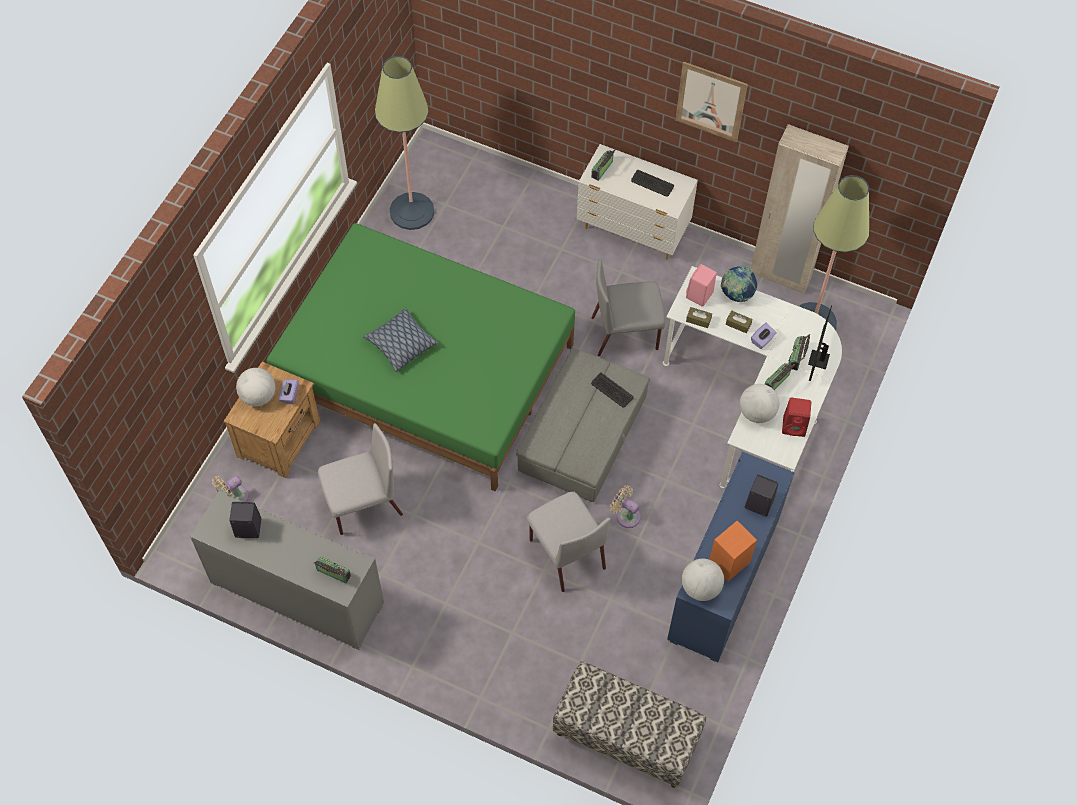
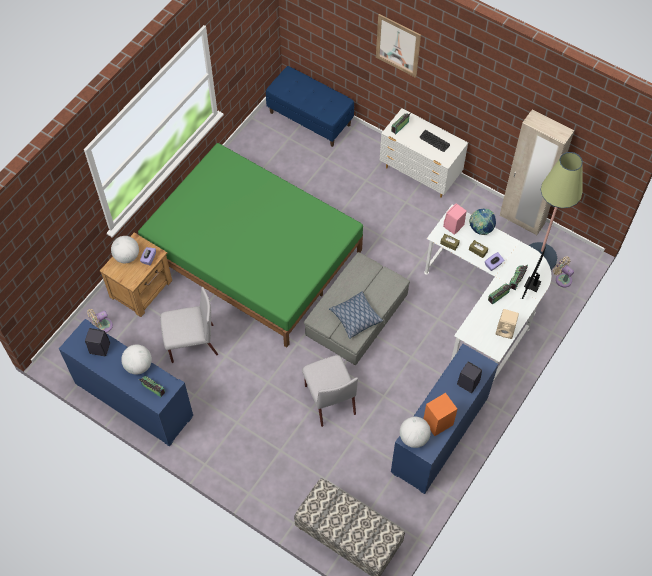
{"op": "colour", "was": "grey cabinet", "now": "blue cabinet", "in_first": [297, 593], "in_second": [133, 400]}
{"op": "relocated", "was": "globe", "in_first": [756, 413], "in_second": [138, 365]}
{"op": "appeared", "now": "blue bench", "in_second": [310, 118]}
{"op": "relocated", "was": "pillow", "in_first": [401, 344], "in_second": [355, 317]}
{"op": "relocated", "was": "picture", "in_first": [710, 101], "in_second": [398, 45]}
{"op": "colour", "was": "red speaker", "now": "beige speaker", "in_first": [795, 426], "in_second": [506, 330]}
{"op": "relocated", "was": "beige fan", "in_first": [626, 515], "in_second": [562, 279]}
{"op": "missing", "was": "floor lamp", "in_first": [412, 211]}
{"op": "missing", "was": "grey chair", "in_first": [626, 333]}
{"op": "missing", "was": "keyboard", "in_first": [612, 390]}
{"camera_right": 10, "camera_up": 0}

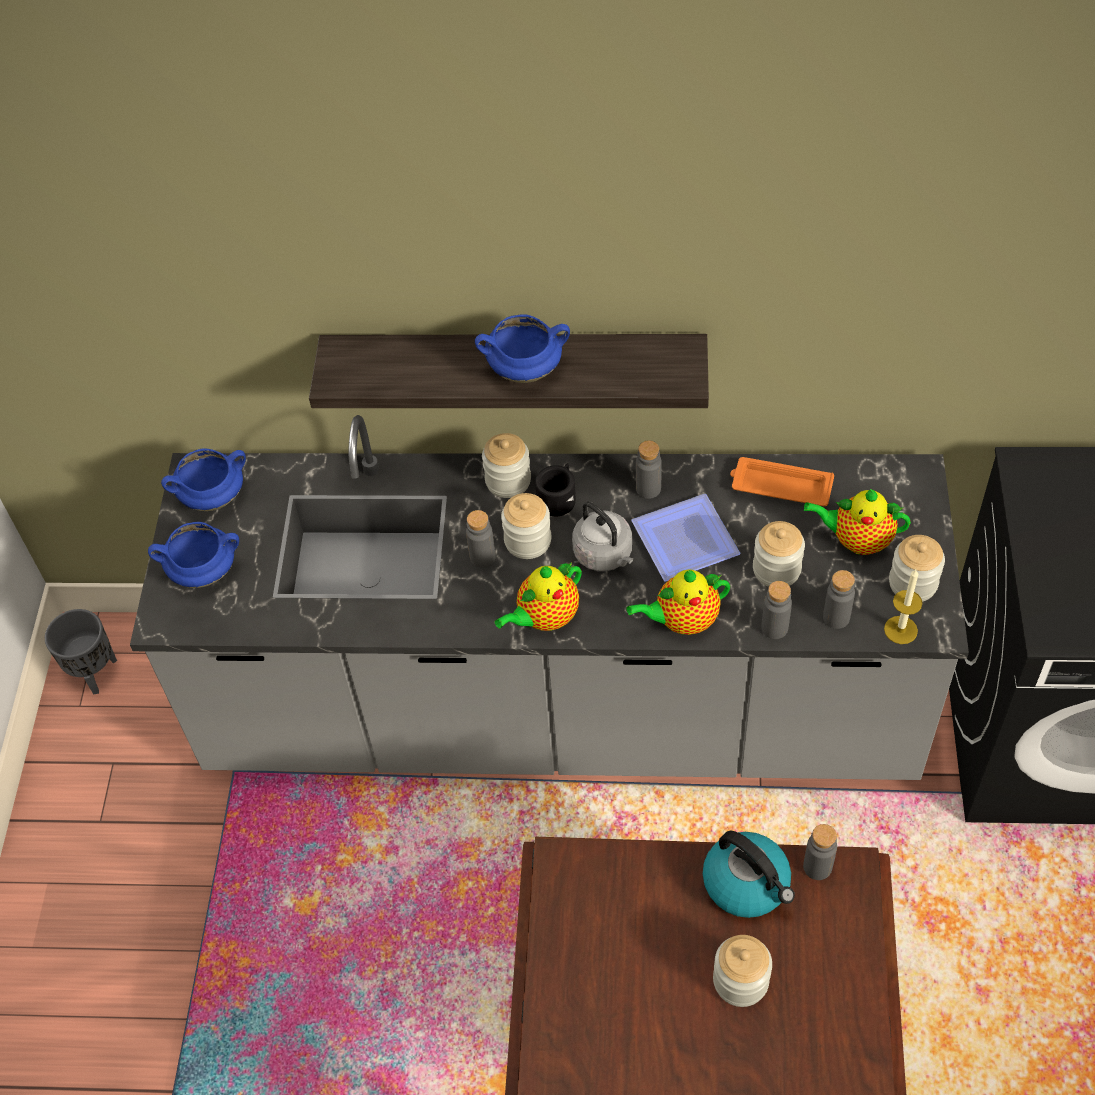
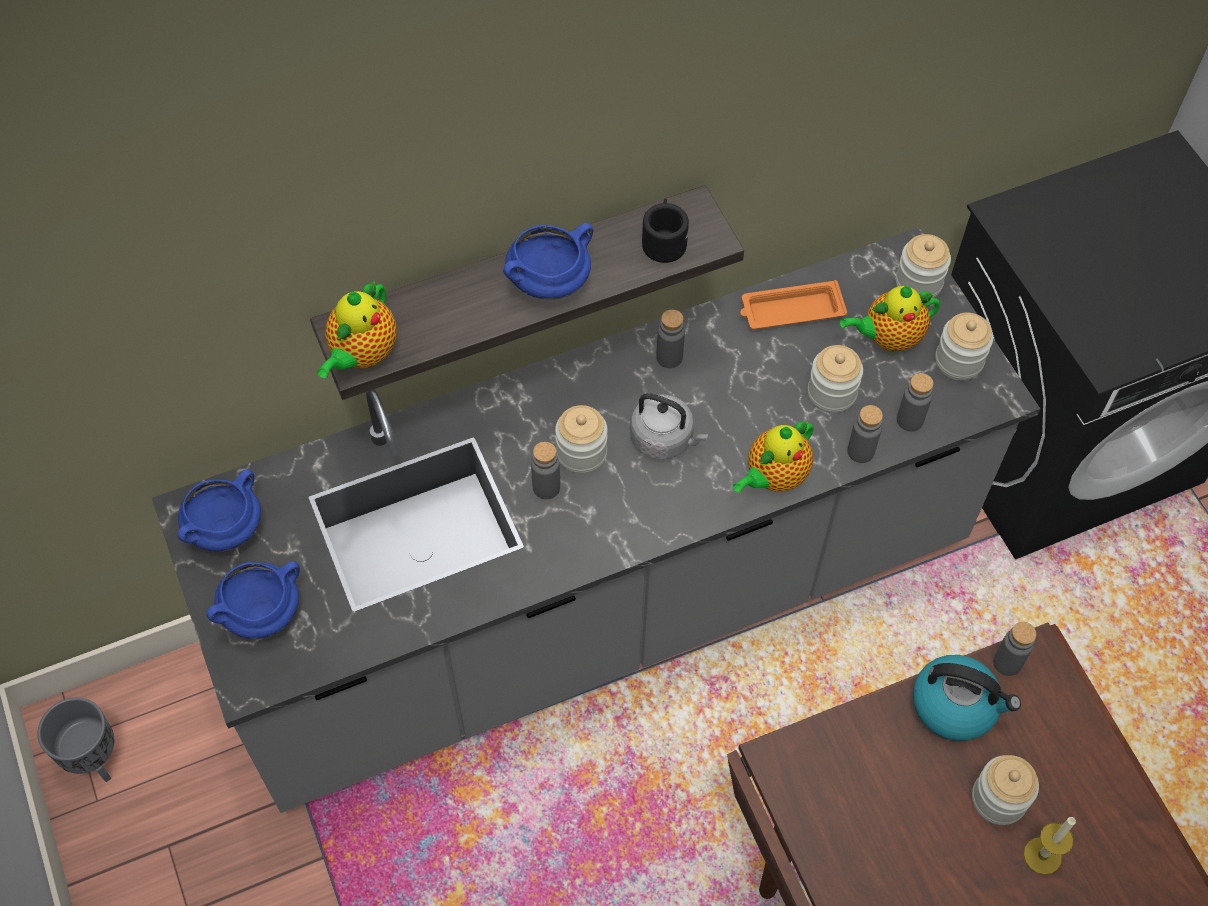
{"op": "relocated", "was": "teapot", "in_first": [545, 618], "in_second": [362, 355]}
{"op": "relocated", "was": "black mug", "in_first": [558, 498], "in_second": [664, 241]}
{"op": "relocated", "was": "jar", "in_first": [508, 480], "in_second": [918, 283]}
{"op": "relocated", "was": "candle", "in_first": [900, 630], "in_second": [1042, 855]}
{"op": "missing", "was": "plate", "in_first": [689, 541]}
{"camera_right": -30, "camera_up": 5}

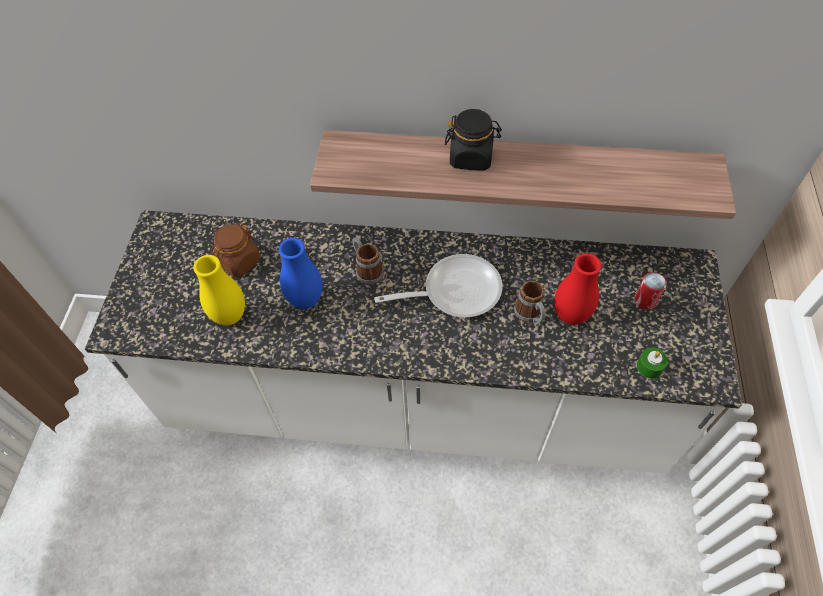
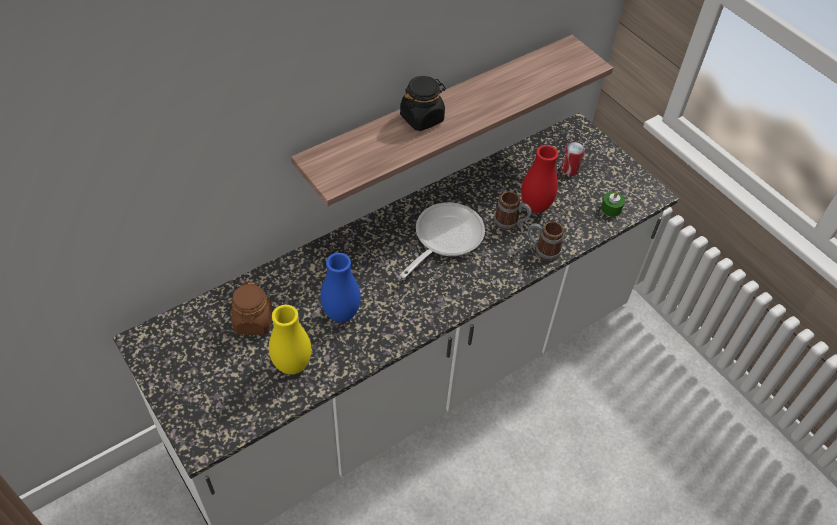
{"op": "relocated", "was": "mug", "in_first": [366, 270], "in_second": [542, 250]}
{"camera_right": -45, "camera_up": -5}

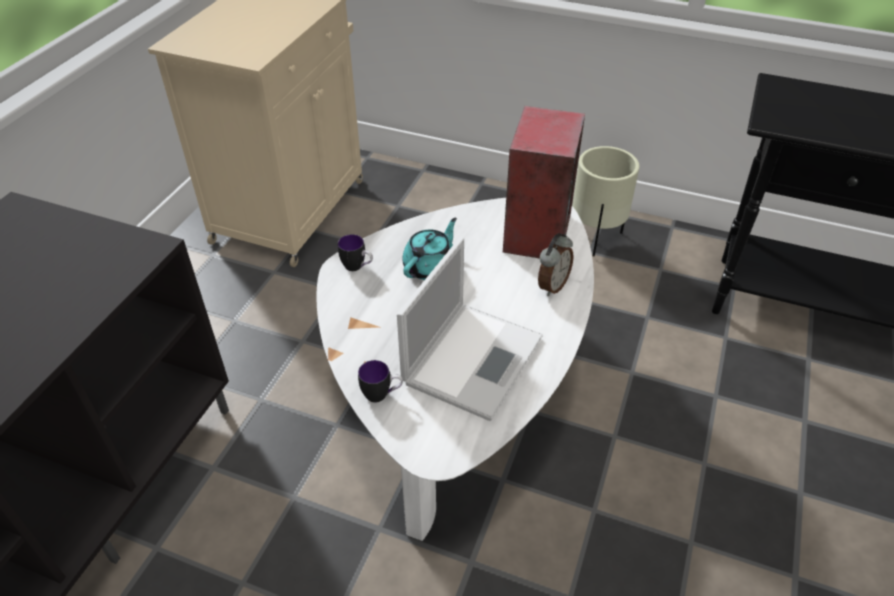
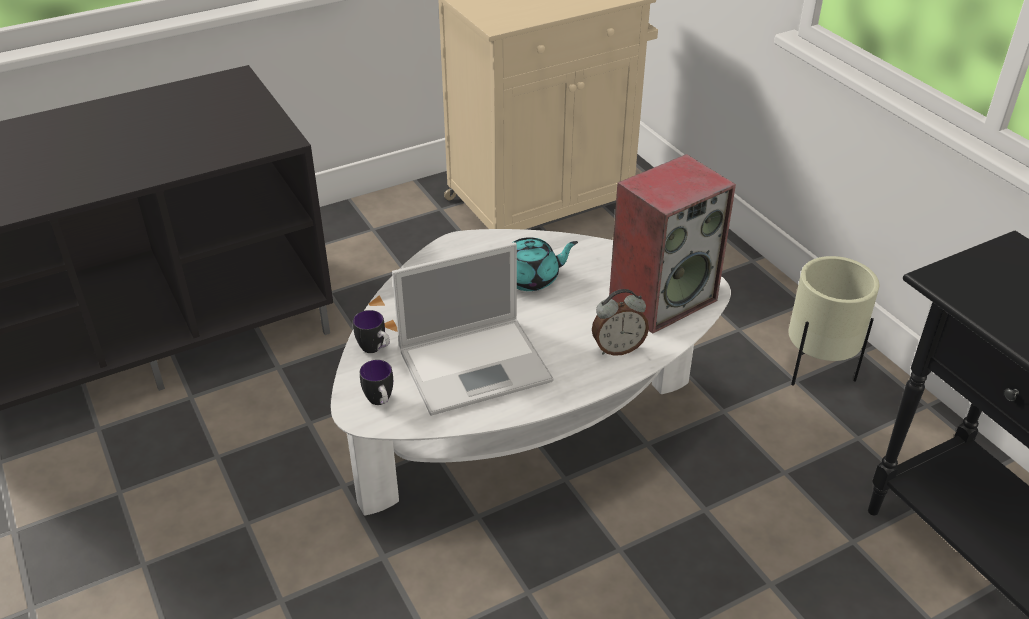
{"op": "relocated", "was": "mug", "in_first": [358, 267], "in_second": [380, 402]}
{"camera_right": 40, "camera_up": -5}

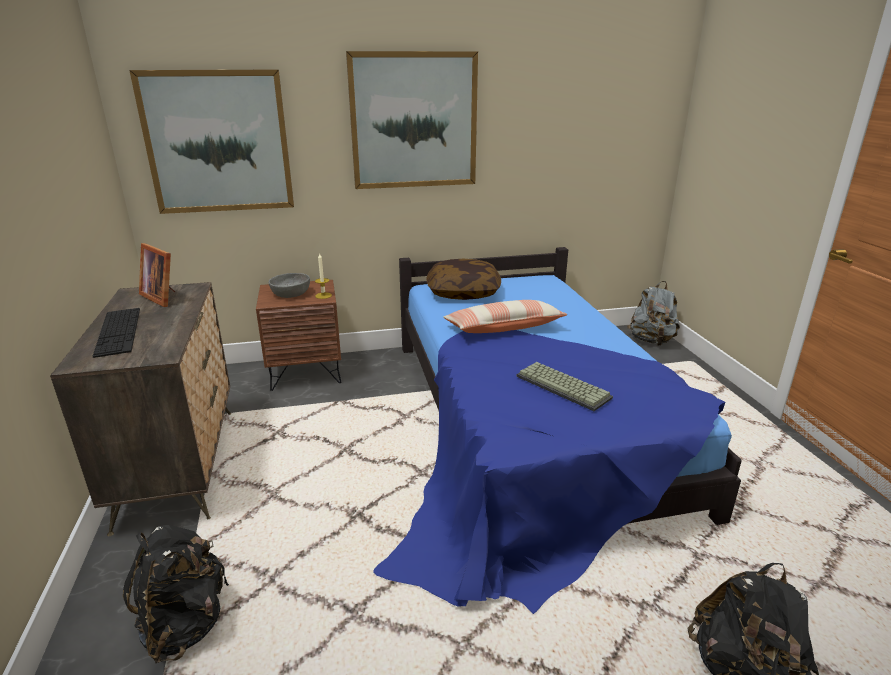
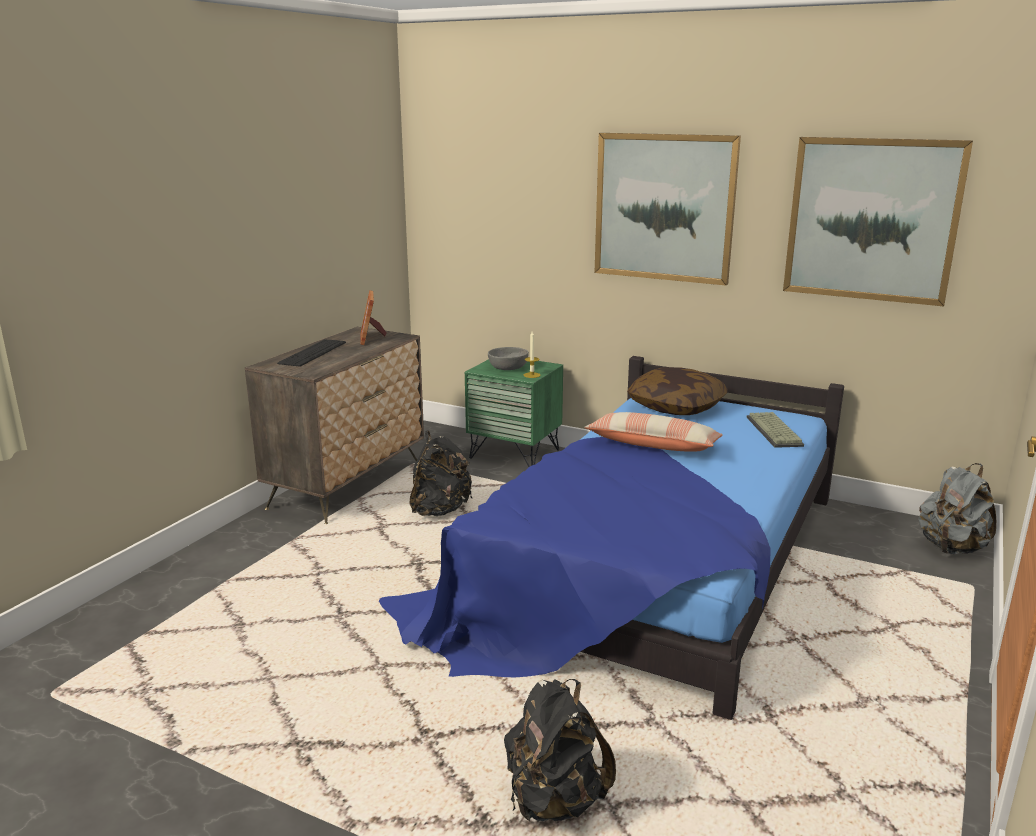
{"op": "relocated", "was": "black backpack", "in_first": [185, 624], "in_second": [440, 510]}
{"op": "colour", "was": "brown nightstand", "now": "green nightstand", "in_first": [306, 372], "in_second": [515, 454]}
{"op": "relocated", "was": "keyboard", "in_first": [564, 387], "in_second": [775, 431]}
{"op": "relocated", "was": "picture", "in_first": [218, 142], "in_second": [872, 220]}
{"camera_right": 40, "camera_up": -5}

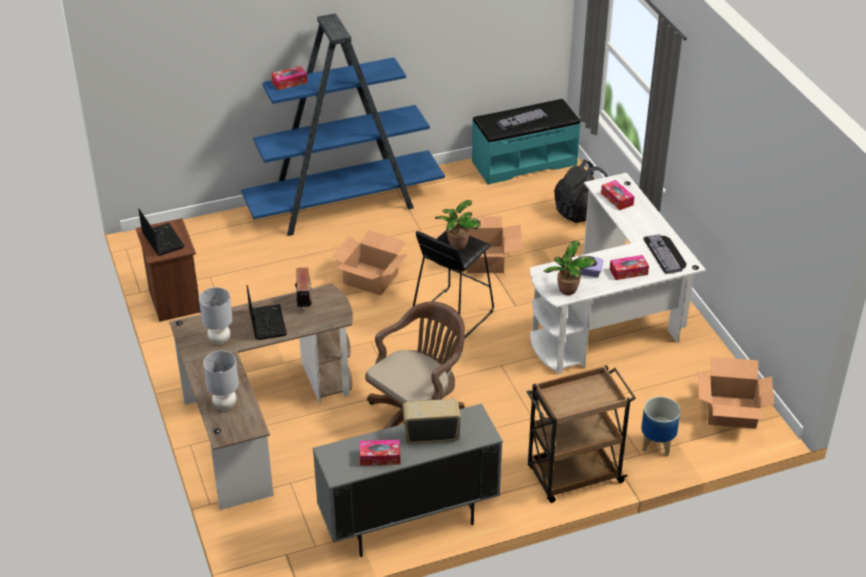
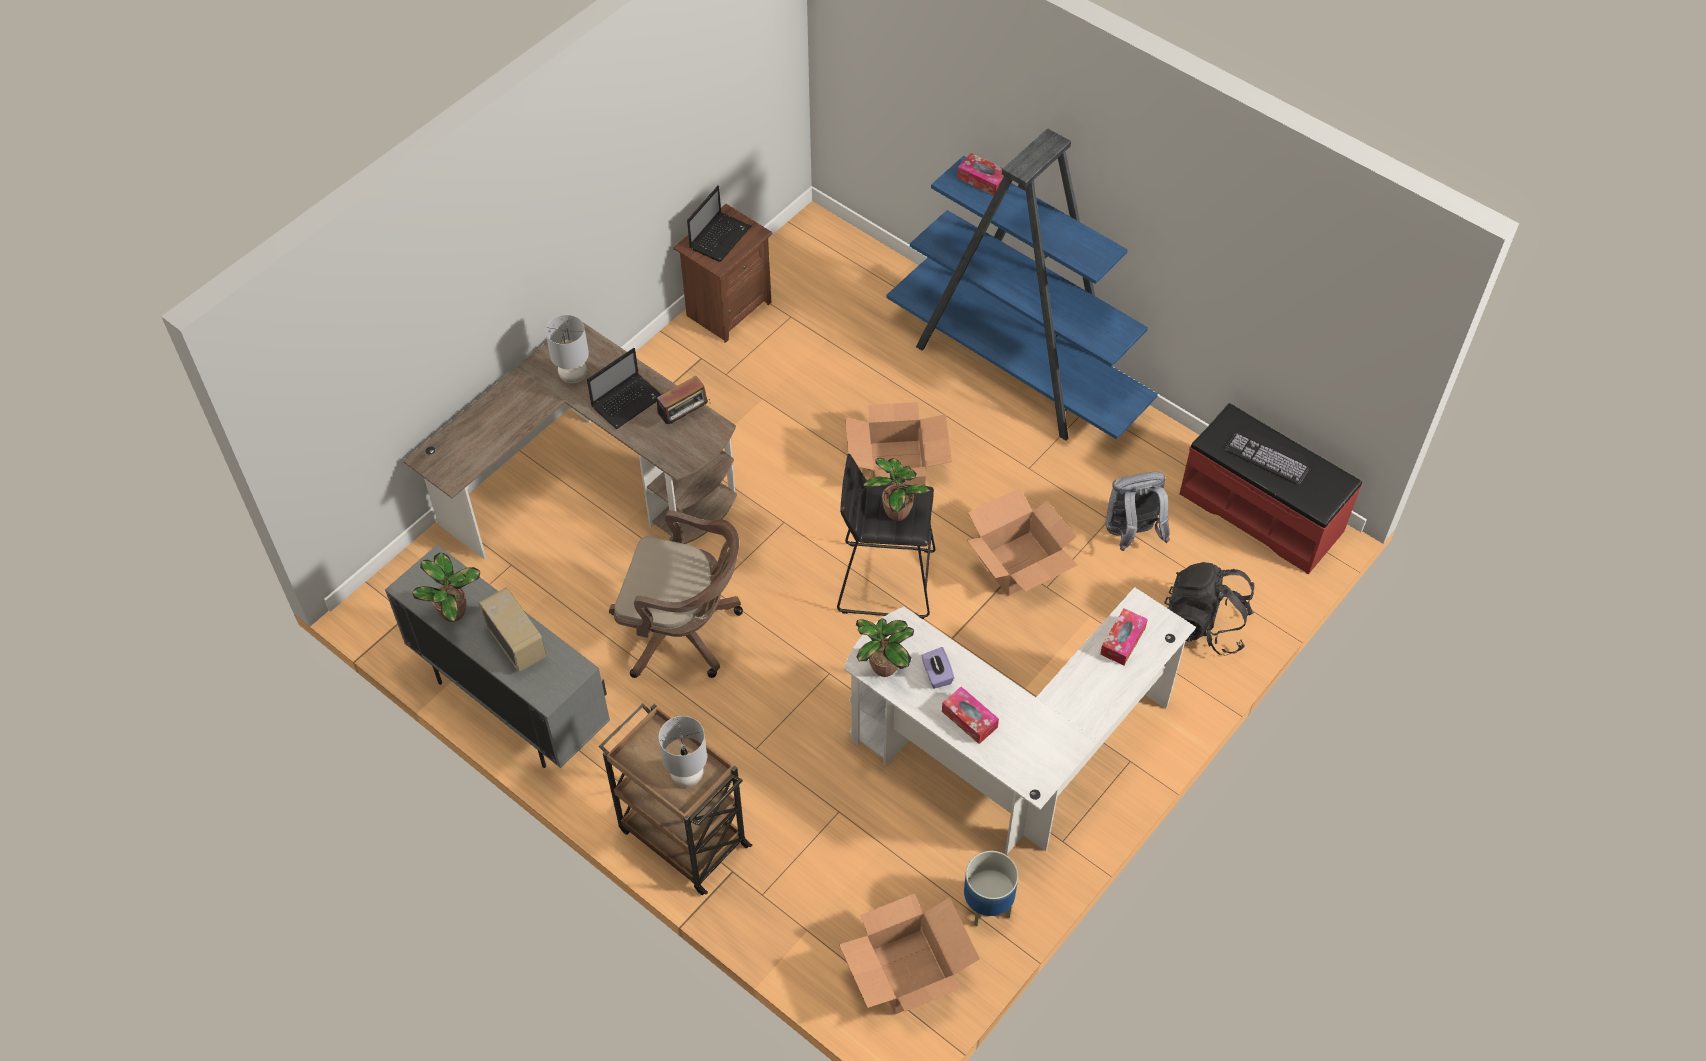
{"op": "exchanged", "was": "tissue box", "now": "potted plant", "in_first": [380, 457], "in_second": [455, 612]}
{"op": "relocated", "was": "grey table lamp", "in_first": [225, 404], "in_second": [687, 776]}
{"op": "relocated", "was": "planter", "in_first": [656, 444], "in_second": [987, 904]}
{"op": "appeared", "now": "grey backpack", "in_second": [1132, 534]}
{"op": "colour", "was": "turquoise bench", "now": "red bench", "in_first": [524, 162], "in_second": [1261, 511]}
{"op": "missing", "was": "keyboard", "in_first": [666, 254]}
{"camera_right": 60, "camera_up": 15}

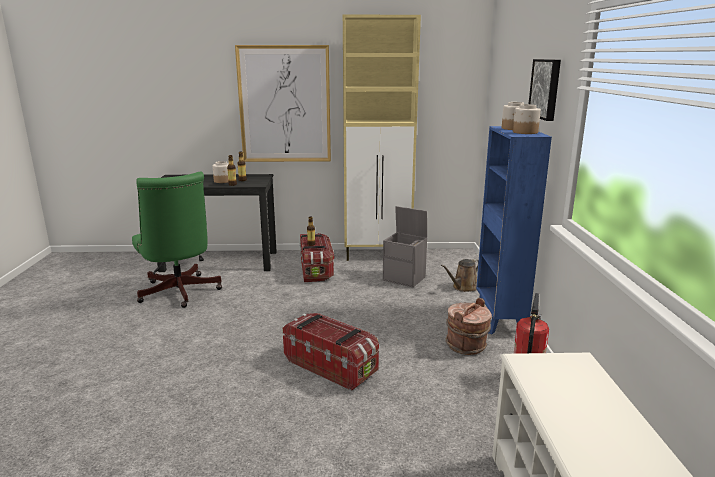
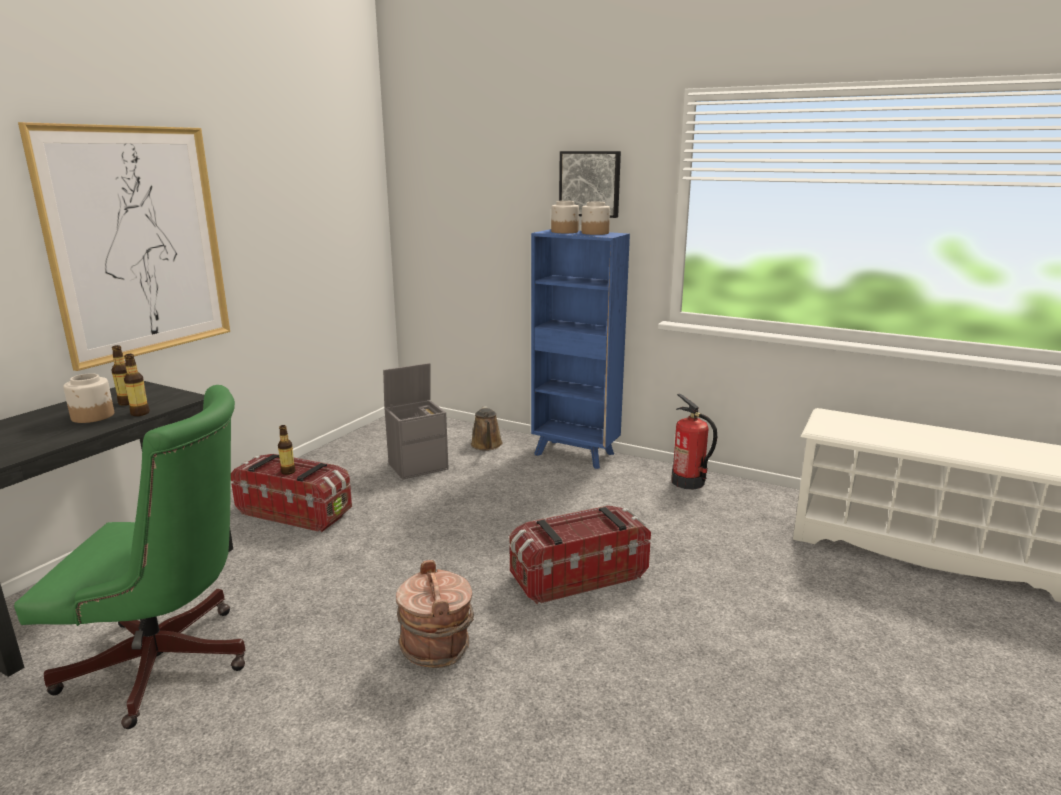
{"op": "relocated", "was": "brown bucket", "in_first": [466, 346], "in_second": [437, 647]}
{"op": "missing", "was": "beige cabinet", "in_first": [378, 255]}
{"camera_right": -60, "camera_up": 0}

